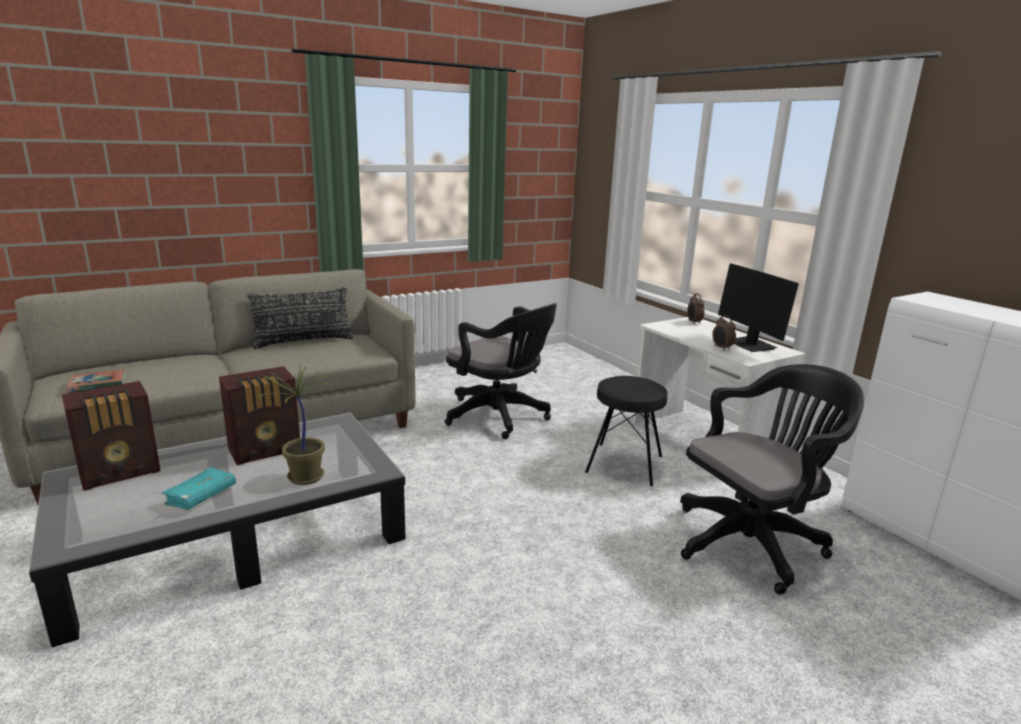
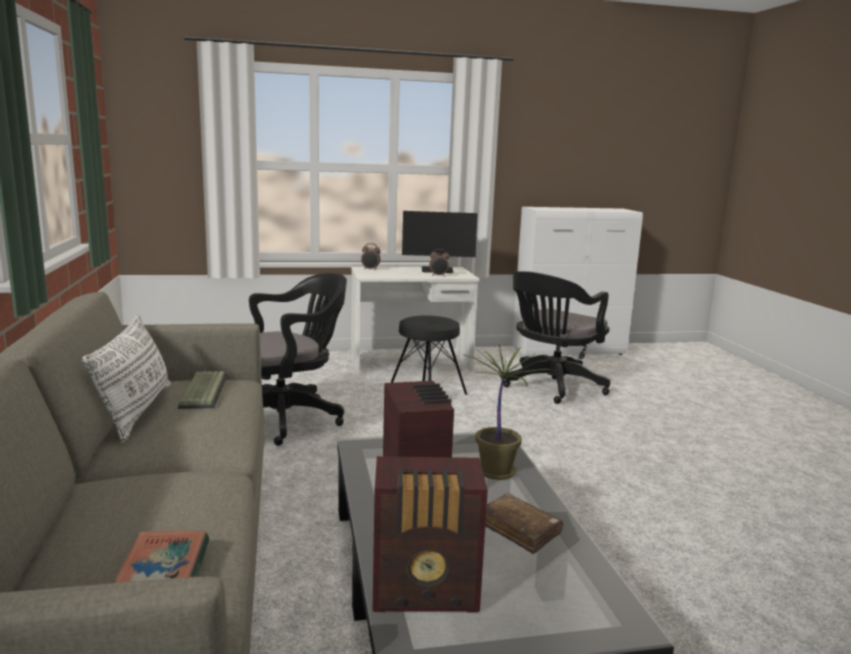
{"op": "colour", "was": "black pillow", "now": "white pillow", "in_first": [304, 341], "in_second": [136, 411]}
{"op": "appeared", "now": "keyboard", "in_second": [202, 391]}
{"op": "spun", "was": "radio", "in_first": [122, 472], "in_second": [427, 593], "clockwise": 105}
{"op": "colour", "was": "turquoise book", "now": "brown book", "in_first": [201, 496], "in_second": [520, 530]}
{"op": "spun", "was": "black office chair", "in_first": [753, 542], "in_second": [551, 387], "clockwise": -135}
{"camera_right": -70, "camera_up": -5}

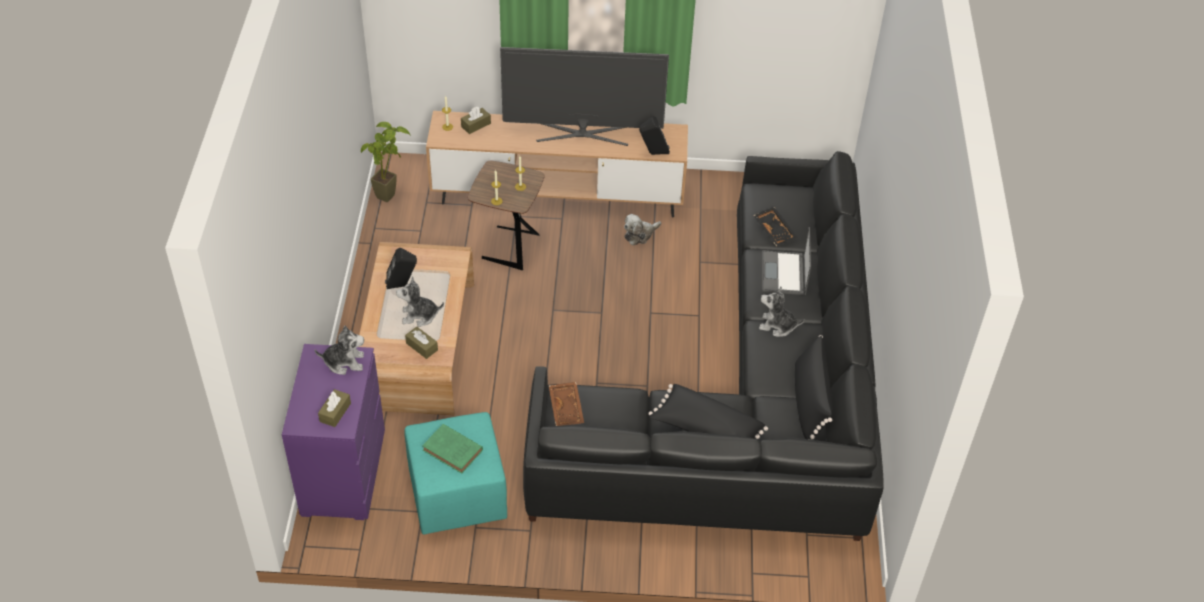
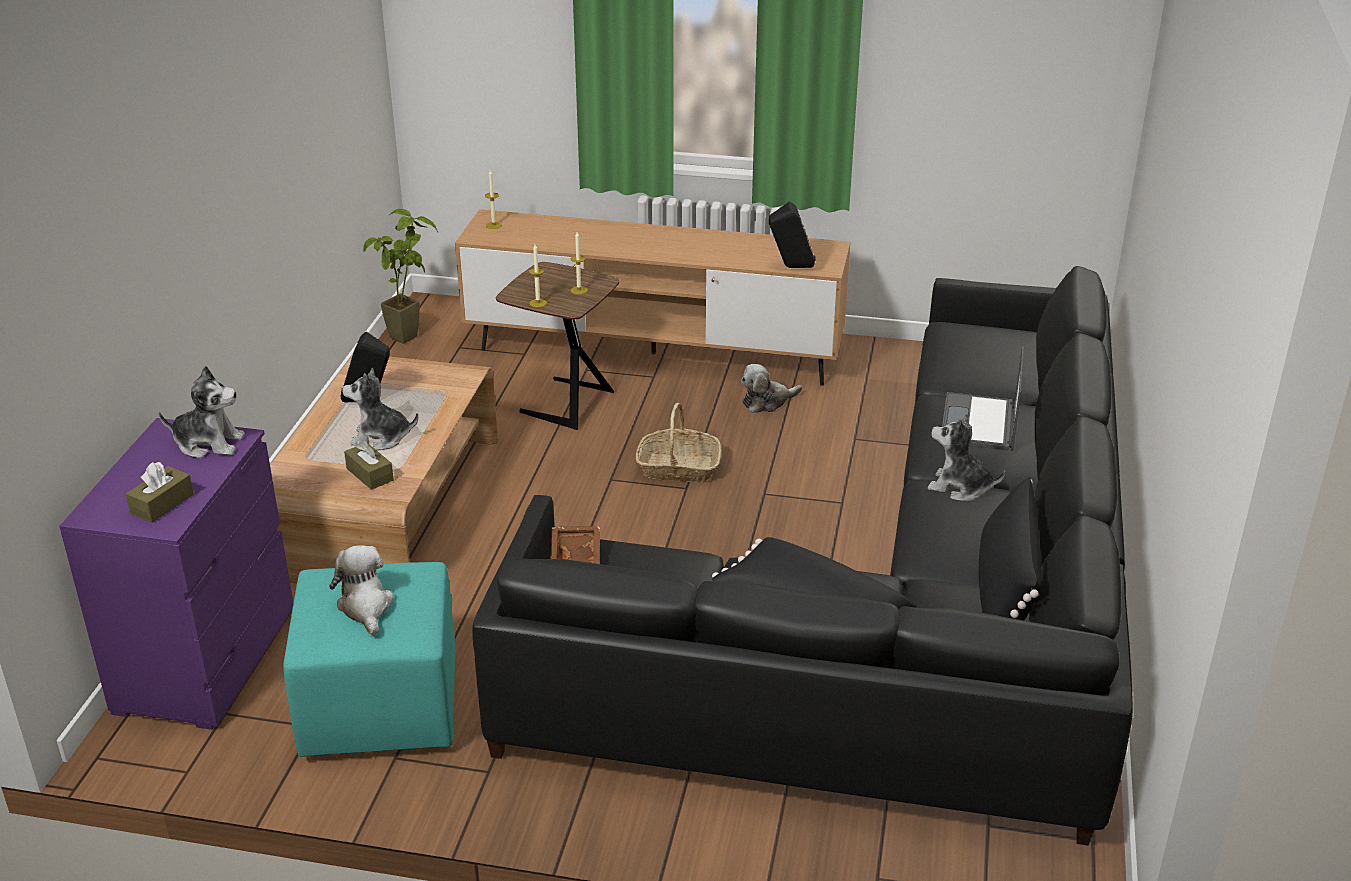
{"op": "exchanged", "was": "green book", "now": "plush toy", "in_first": [454, 451], "in_second": [366, 607]}
{"op": "appeared", "now": "basket", "in_second": [678, 468]}
{"op": "missing", "was": "brown tissue box", "in_first": [476, 125]}
{"op": "missing", "was": "television", "in_first": [583, 133]}
{"op": "missing", "was": "black tray", "in_first": [775, 230]}
{"camera_right": 10, "camera_up": -15}

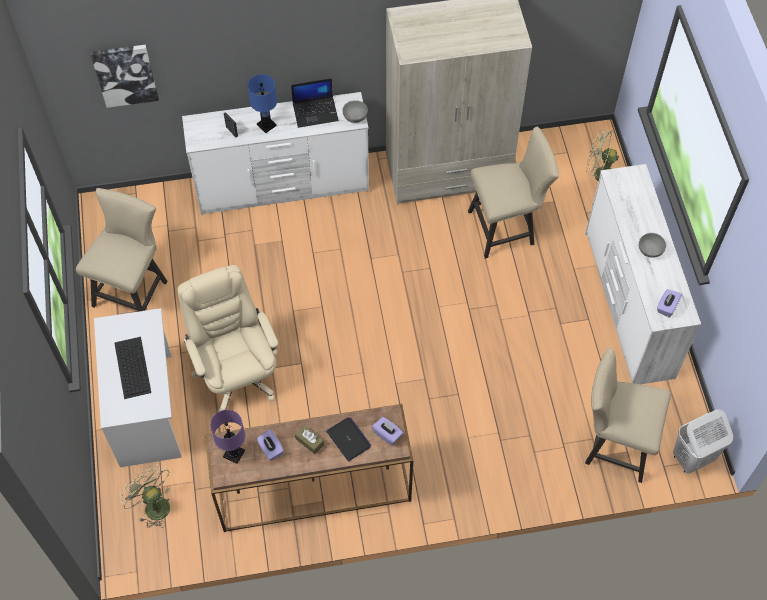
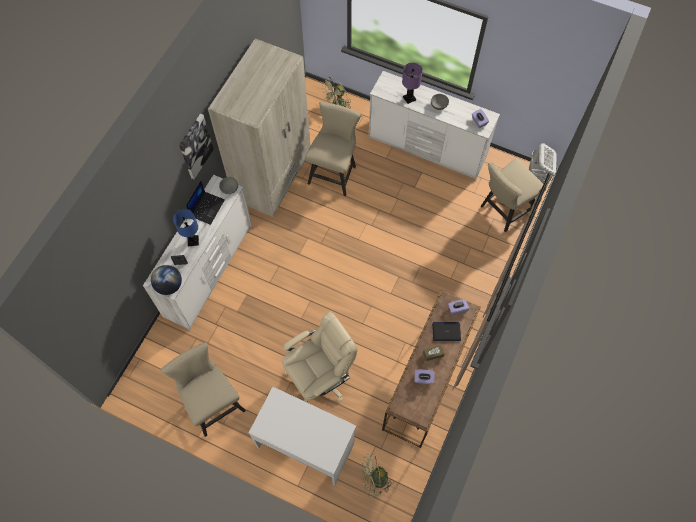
{"op": "appeared", "now": "globe", "in_second": [169, 286]}
{"op": "relocated", "was": "picture", "in_first": [125, 74], "in_second": [195, 146]}
{"op": "spun", "was": "beige office chair", "in_first": [237, 373], "in_second": [320, 376], "clockwise": 135}
{"op": "relocated", "was": "purple table lamp", "in_first": [233, 454], "in_second": [409, 98]}
{"op": "missing", "was": "keyboard", "in_first": [132, 367]}
{"camera_right": -55, "camera_up": 5}

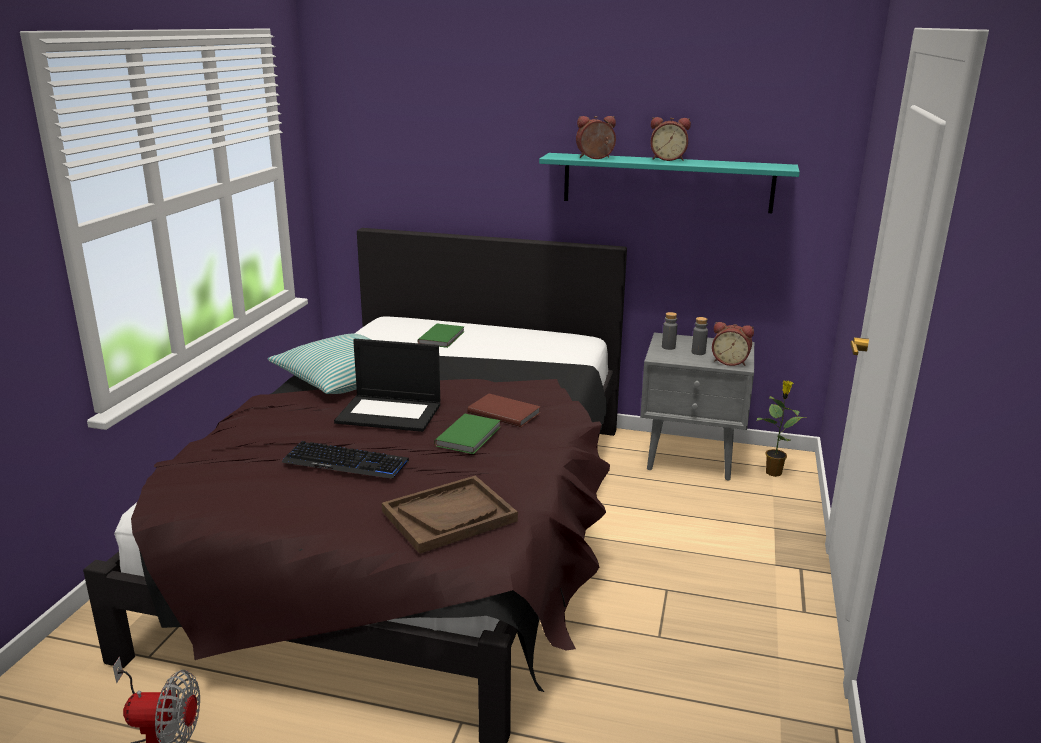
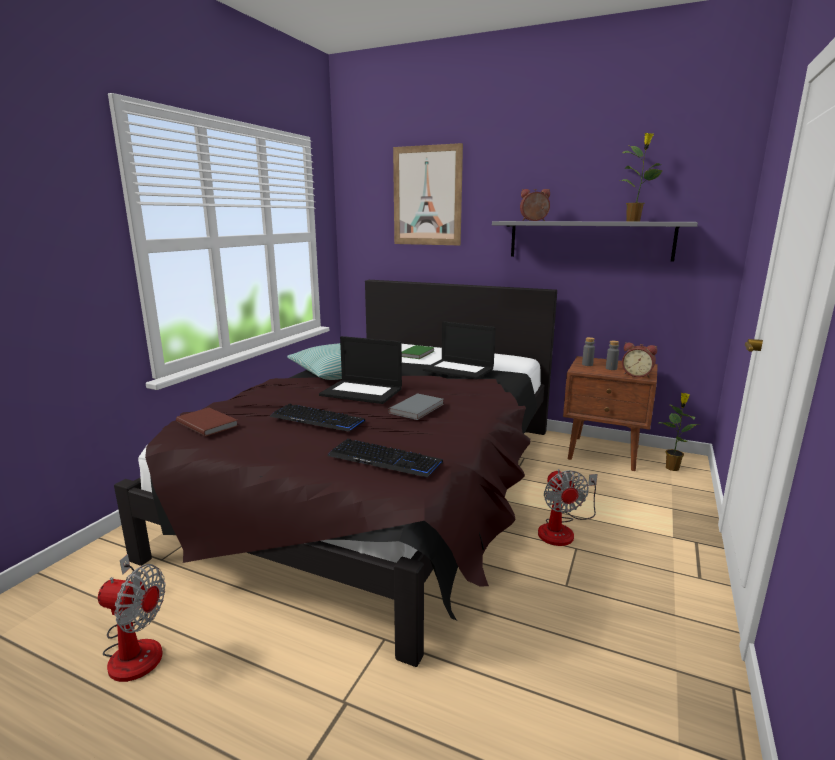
{"op": "relocated", "was": "brown book", "in_first": [504, 412], "in_second": [208, 423]}
{"op": "exchanged", "was": "brown tray", "now": "keyboard", "in_first": [449, 516], "in_second": [384, 460]}
{"op": "colour", "was": "green book", "now": "grey book", "in_first": [470, 436], "in_second": [418, 408]}
{"op": "appeared", "now": "picture", "in_second": [427, 196]}
{"op": "appeared", "now": "laptop", "in_second": [459, 369]}
{"op": "colour", "was": "turquoise shelf", "now": "grey shelf", "in_first": [667, 182], "in_second": [589, 240]}
{"op": "appeared", "now": "fan", "in_second": [562, 529]}
{"op": "colour", "was": "grey nightstand", "now": "brown nightstand", "in_first": [692, 458], "in_second": [604, 453]}
{"op": "appeared", "now": "potted plant", "in_second": [634, 221]}
{"op": "missing", "was": "alarm clock", "in_first": [667, 159]}
{"camera_right": 10, "camera_up": -5}

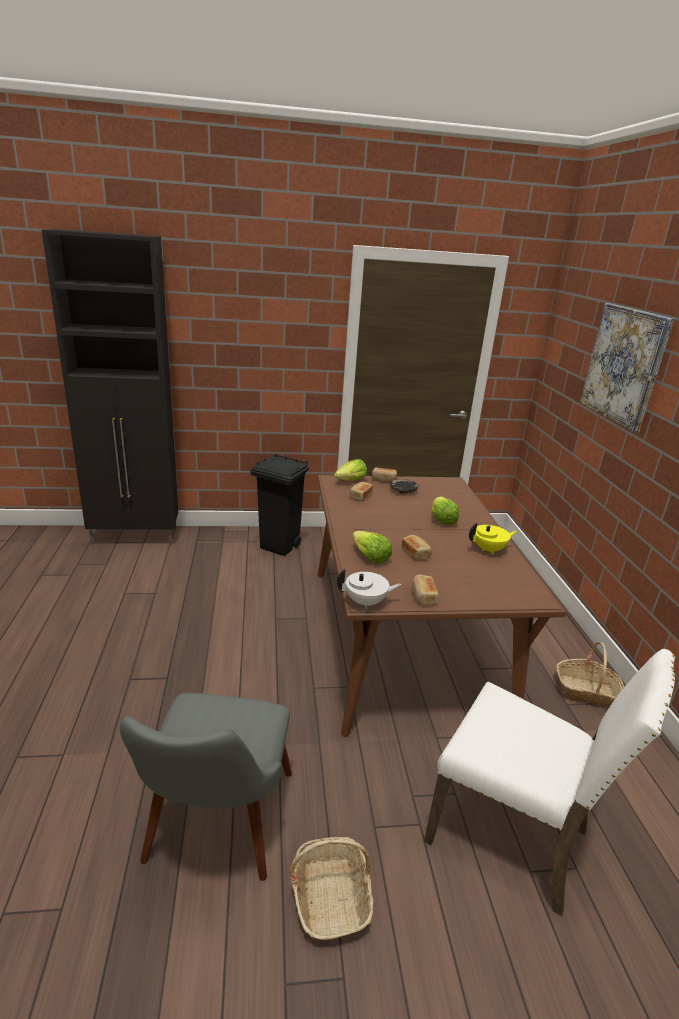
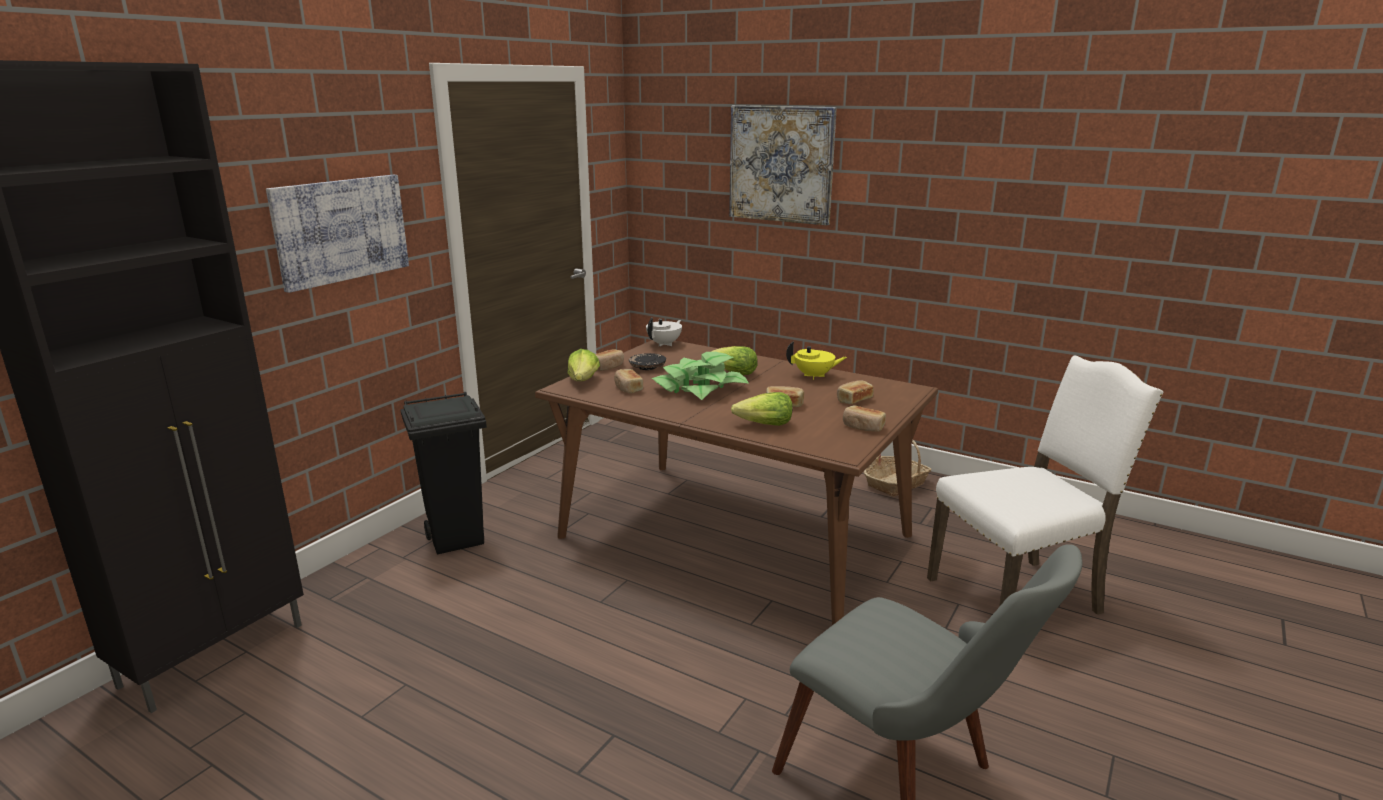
{"op": "appeared", "now": "picture", "in_second": [341, 230]}
{"op": "relocated", "was": "white teapot", "in_first": [366, 602], "in_second": [664, 344]}
{"op": "appeared", "now": "potted plant", "in_second": [699, 389]}
{"op": "spun", "was": "yellow teapot", "in_first": [489, 550], "in_second": [814, 376], "clockwise": 75}
{"op": "appeared", "now": "bread", "in_second": [853, 400]}
{"op": "missing", "was": "basket", "in_first": [330, 896]}
{"camera_right": -50, "camera_up": -5}

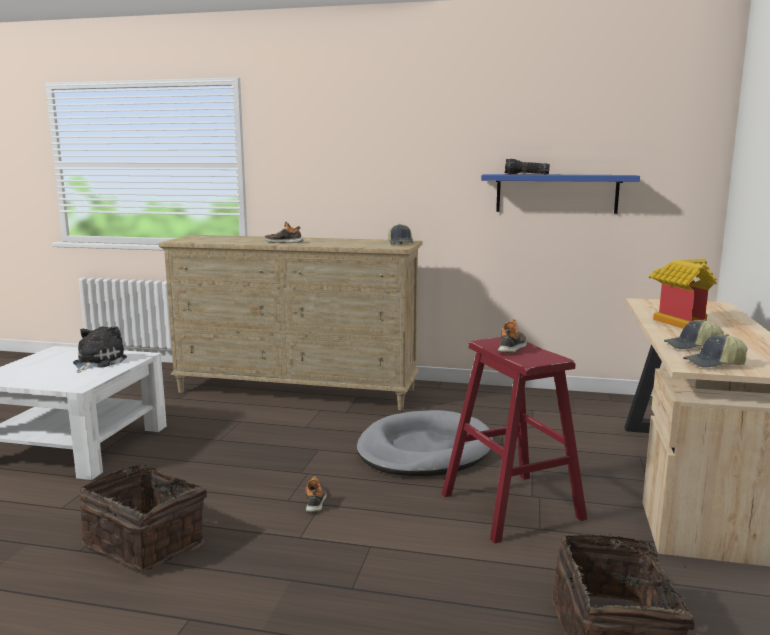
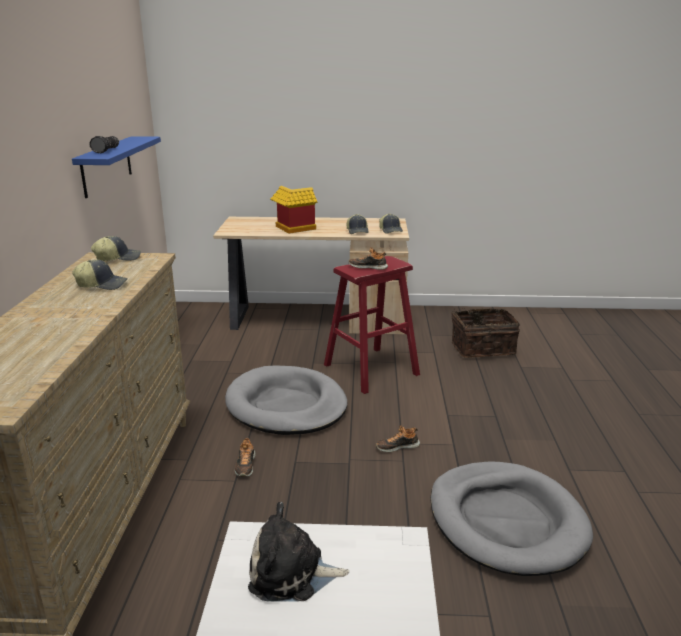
{"op": "appeared", "now": "cap", "in_second": [102, 285]}
{"op": "relocated", "was": "shoe", "in_first": [284, 242], "in_second": [245, 465]}
{"op": "exchanged", "was": "basket", "now": "grey dog bed", "in_first": [147, 542], "in_second": [506, 521]}
{"camera_right": -100, "camera_up": 10}

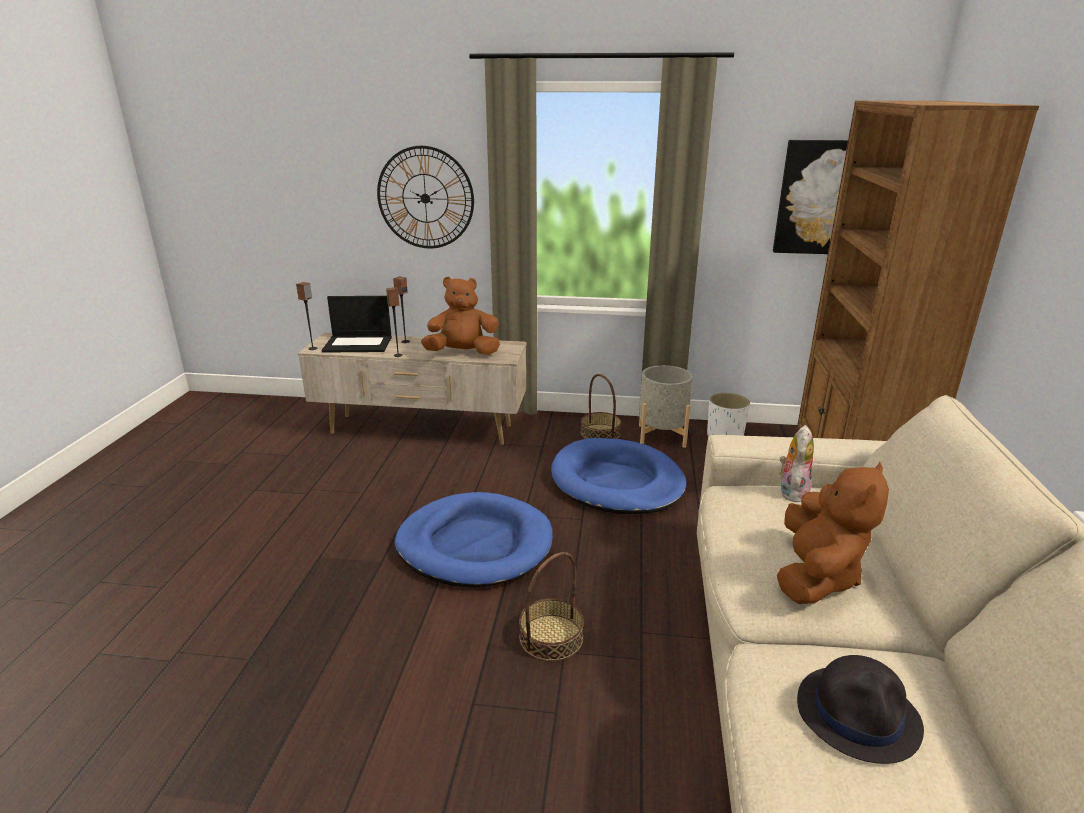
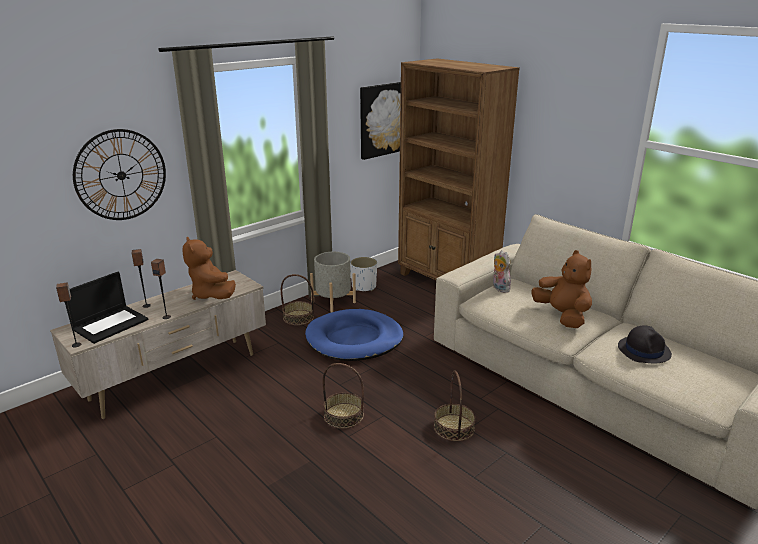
{"op": "spun", "was": "brown plush toy", "in_first": [463, 353], "in_second": [212, 295], "clockwise": -60}
{"op": "exchanged", "was": "blue dog bed", "now": "basket", "in_first": [475, 544], "in_second": [343, 415]}
{"camera_right": -50, "camera_up": 0}

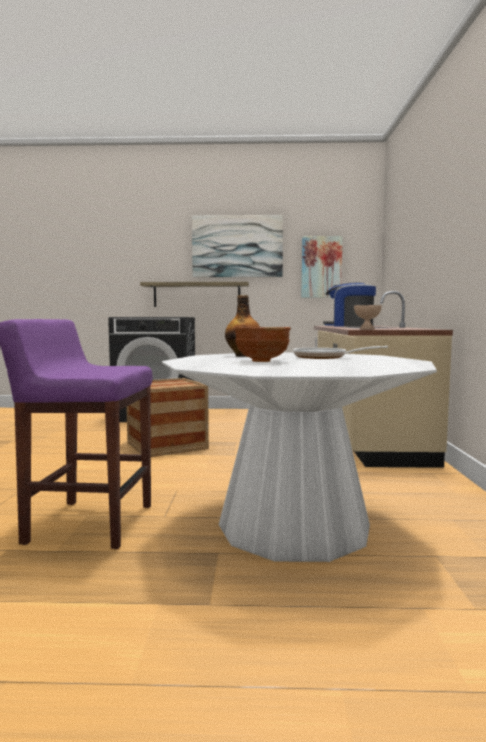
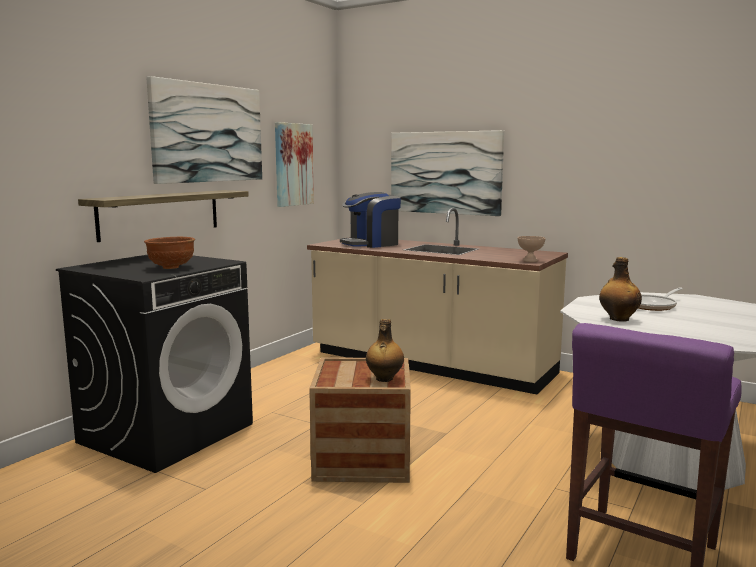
{"op": "relocated", "was": "brown bowl", "in_first": [262, 361], "in_second": [171, 267]}
{"op": "appeared", "now": "bottle", "in_second": [384, 379]}
{"op": "appeared", "now": "picture", "in_second": [445, 172]}
{"camera_right": -60, "camera_up": 5}

